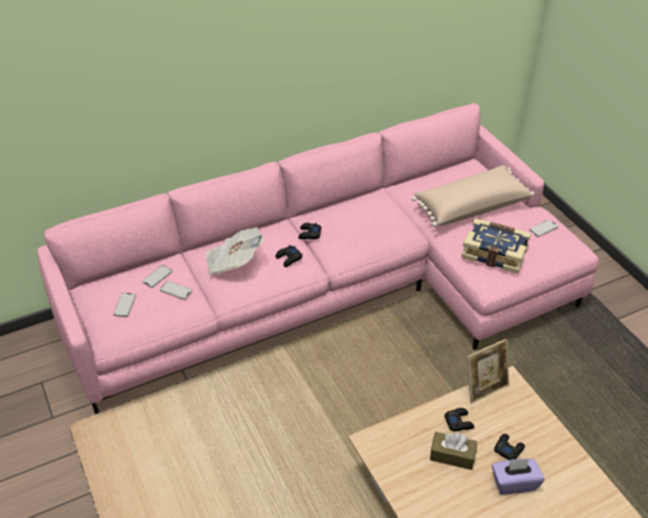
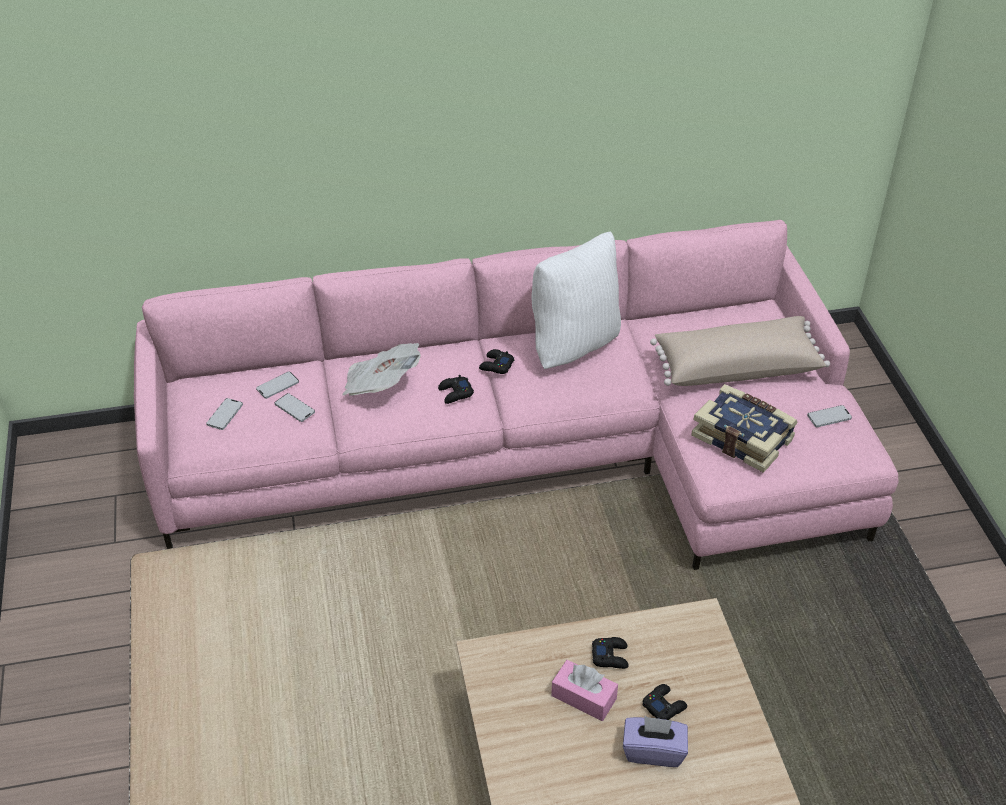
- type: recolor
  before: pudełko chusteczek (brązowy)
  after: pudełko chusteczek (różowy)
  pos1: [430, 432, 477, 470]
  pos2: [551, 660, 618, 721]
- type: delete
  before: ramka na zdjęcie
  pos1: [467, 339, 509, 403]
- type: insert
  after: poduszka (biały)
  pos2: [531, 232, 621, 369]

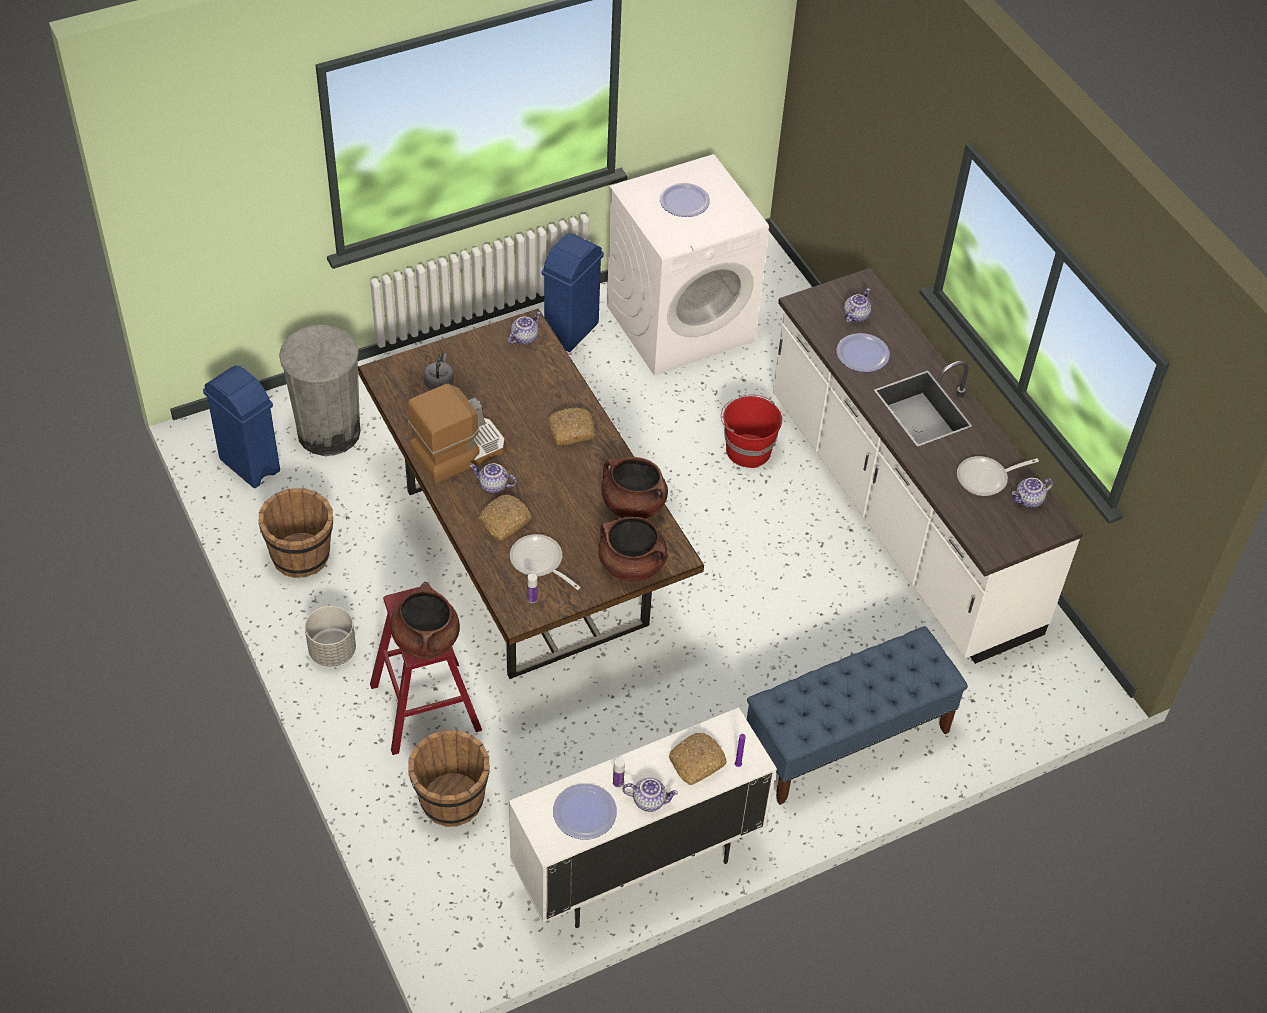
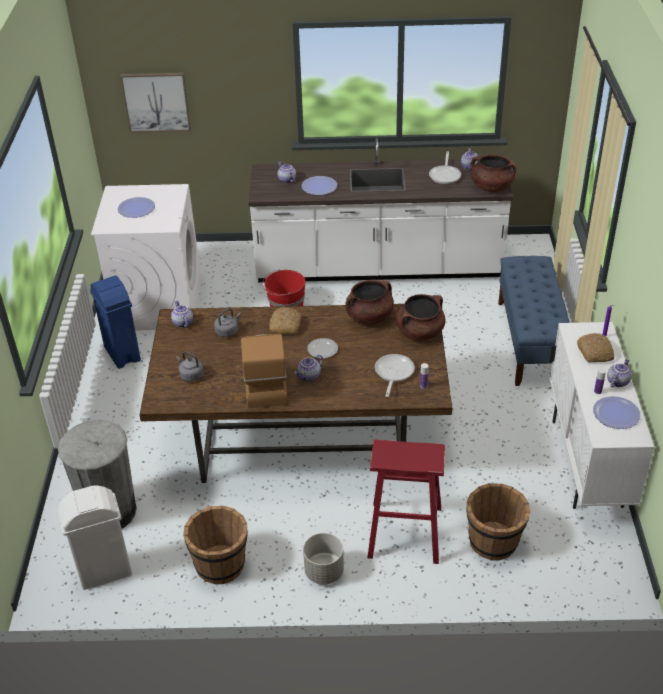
- type: recolor
  before: kosz na śmieci (niebieski)
  after: kosz na śmieci (biały)
  pos1: [203, 366, 280, 488]
  pos2: [58, 486, 132, 590]
- type: move
  before: garnek (brązowy)
  pos1: [390, 582, 460, 659]
  pos2: [471, 155, 516, 192]
- type: delete
  before: chleb
  pos1: [479, 495, 532, 540]
- type: rotate
  before: patelnia
  pos1: [510, 534, 581, 590]
  pos2: [375, 354, 415, 397]
  turn: 120
- type: insert
  after: obraz
  pos2: [120, 72, 191, 133]
- type: insert
  after: czajnik (szary)
  pos2: [214, 308, 241, 337]
- type: insert
  after: talerz
  pos2: [307, 338, 338, 358]

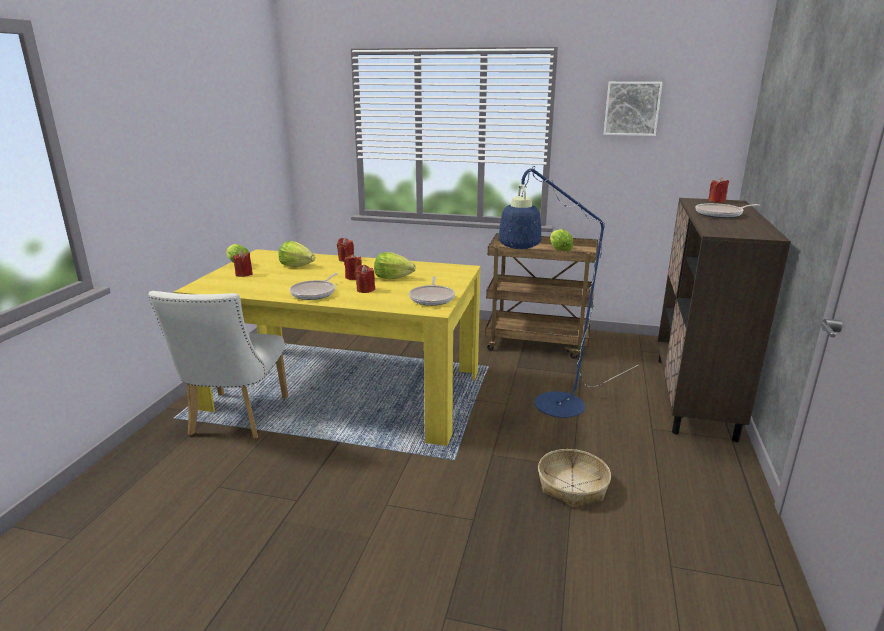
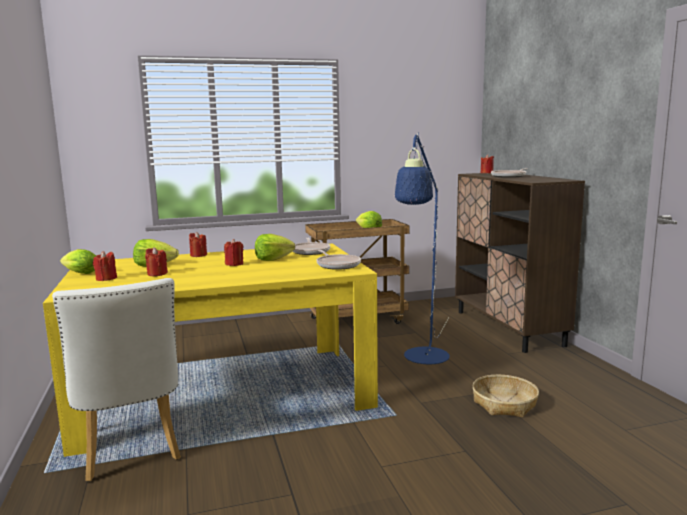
- type: move
  before: patelnia
  pos1: [290, 273, 338, 300]
  pos2: [293, 238, 330, 255]
- type: move
  before: świeca (czerwony)
  pos1: [355, 265, 375, 293]
  pos2: [145, 247, 168, 276]
- type: delete
  before: obraz
  pos1: [604, 82, 663, 136]

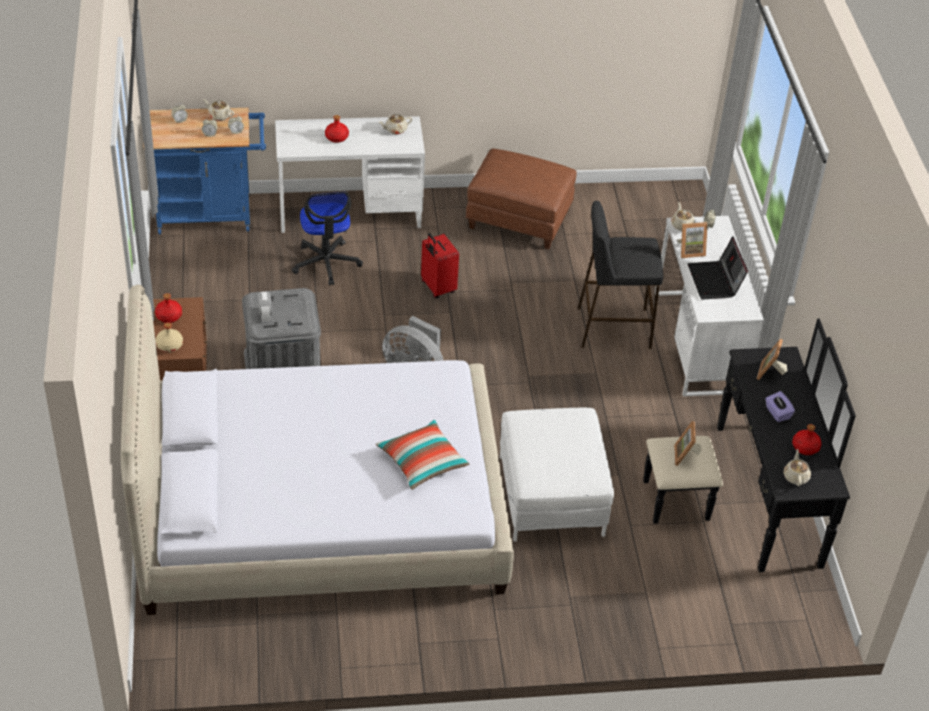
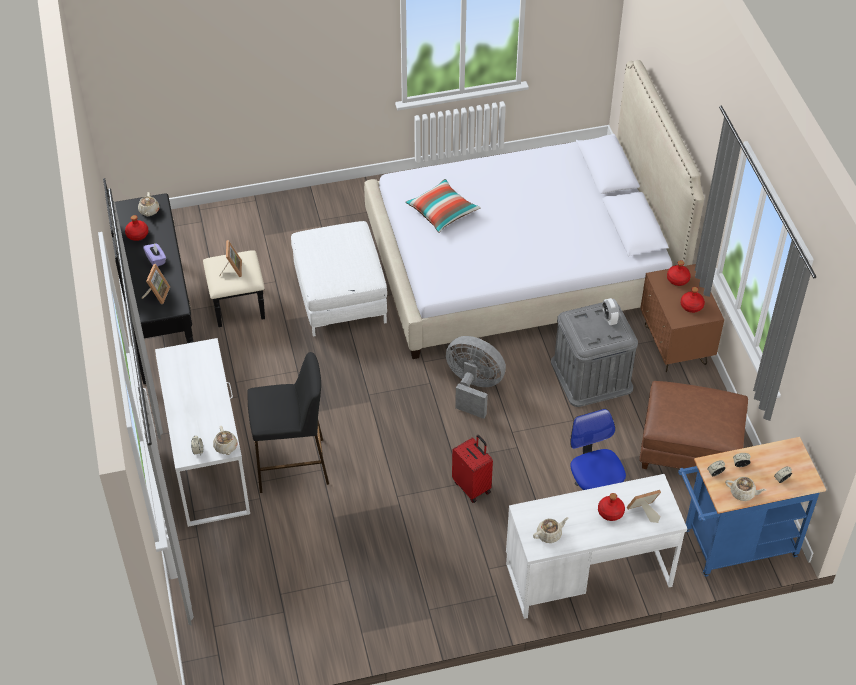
- type: recolor
  before: butelka (beżowy)
  after: butelka (czerwony)
  pos1: [156, 322, 183, 352]
  pos2: [667, 260, 691, 286]
- type: move
  before: pufa (brązowy)
  pos1: [465, 148, 577, 250]
  pos2: [639, 381, 748, 469]
- type: move
  before: ramka na zdjęcie
  pos1: [677, 222, 708, 258]
  pos2: [627, 490, 661, 523]
- type: delete
  before: laptop
  pos1: [688, 236, 748, 300]

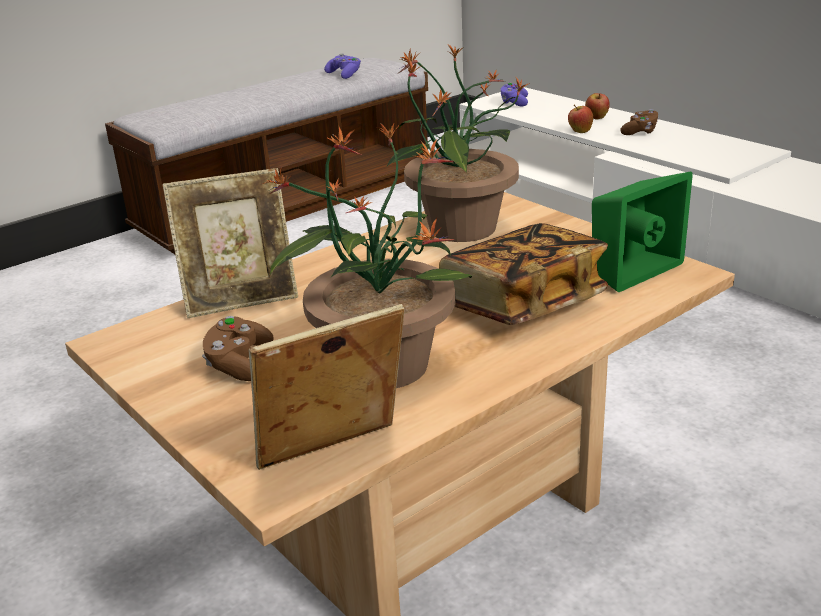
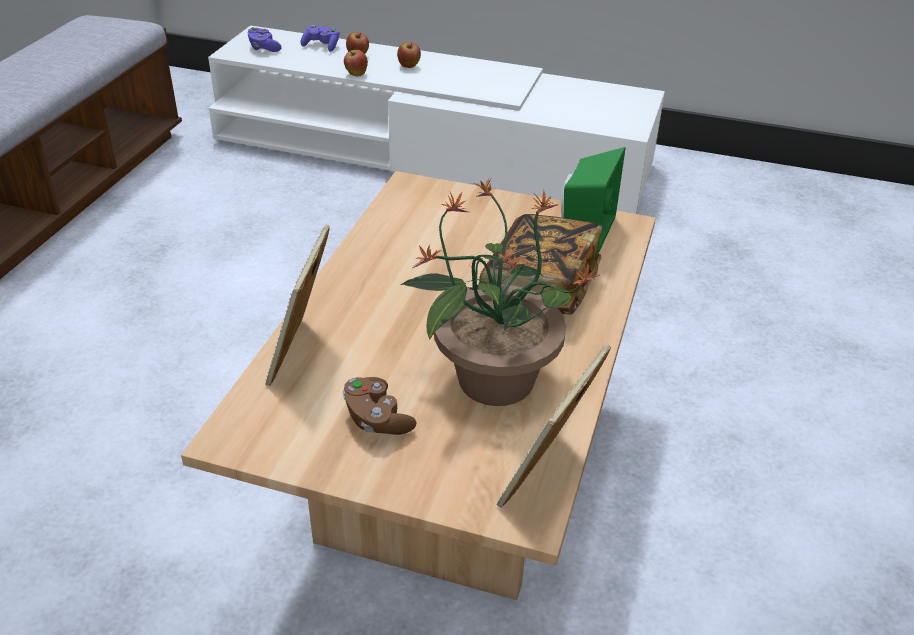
- type: rotate
  before: ramka na zdjęcie
  pos1: [163, 168, 298, 318]
  pos2: [266, 225, 330, 386]
  turn: 150
- type: move
  before: pad do gier (fioletowy)
  pos1: [324, 53, 361, 79]
  pos2: [300, 25, 339, 52]
- type: delete
  before: roślina doniczkowa
  pos1: [386, 44, 530, 242]
- type: replace
  before: pad do gier (brązowy)
  after: jabłko
  pos1: [620, 109, 659, 135]
  pos2: [397, 42, 421, 68]

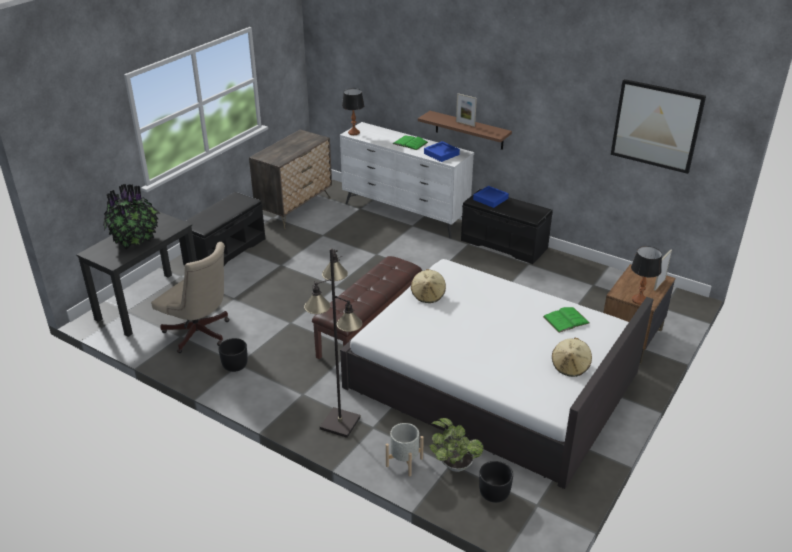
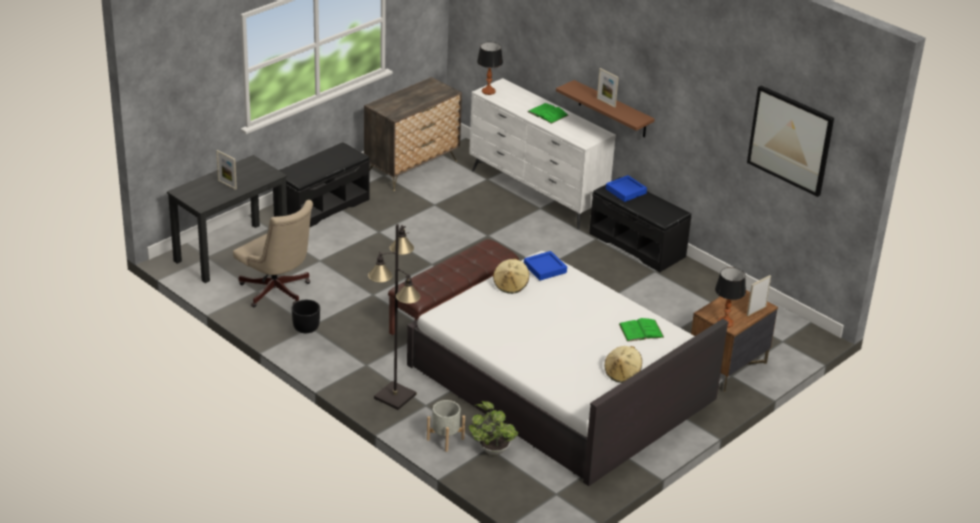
- type: replace
  before: roślina doniczkowa
  after: ramka na zdjęcie
  pos1: [103, 184, 160, 250]
  pos2: [216, 150, 237, 190]
- type: move
  before: taca (niebieski)
  pos1: [424, 141, 460, 162]
  pos2: [524, 251, 567, 281]
- type: delete
  before: donica (czarny)
  pos1: [479, 461, 513, 503]

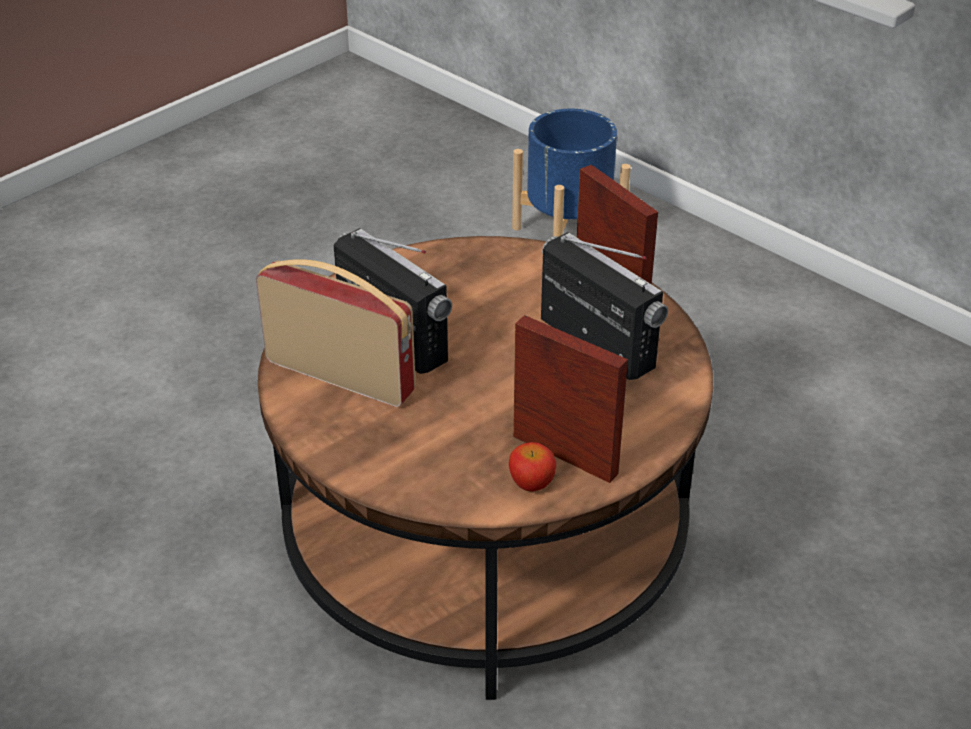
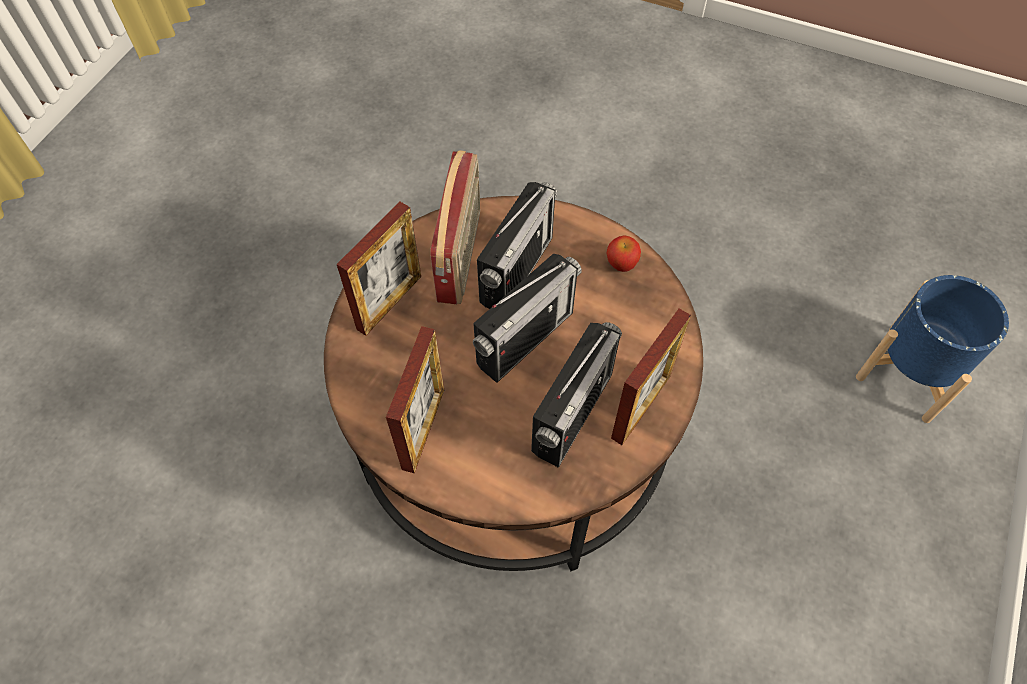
- type: move
  before: jabłko
  pos1: [509, 442, 556, 491]
  pos2: [607, 235, 641, 272]
- type: insert
  after: ramka na zdjęcie
  pos2: [337, 202, 421, 336]
- type: insert
  after: radio
  pos2: [473, 254, 582, 383]

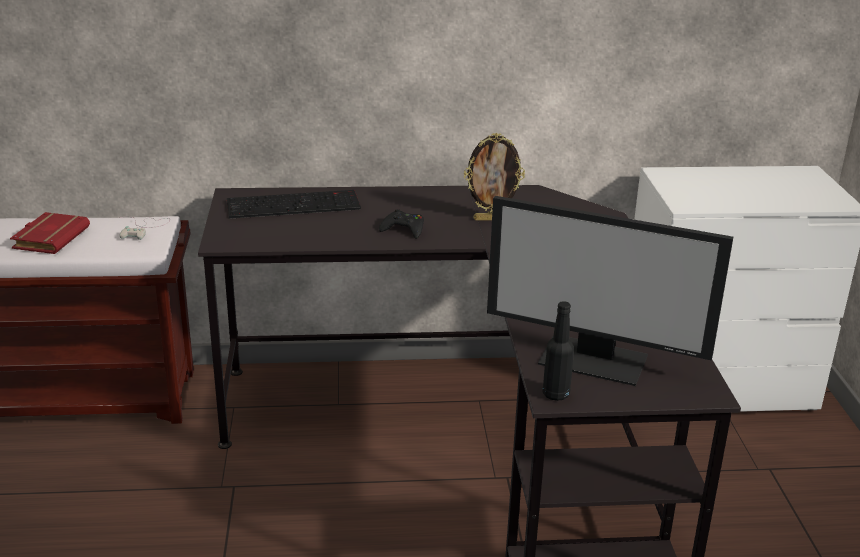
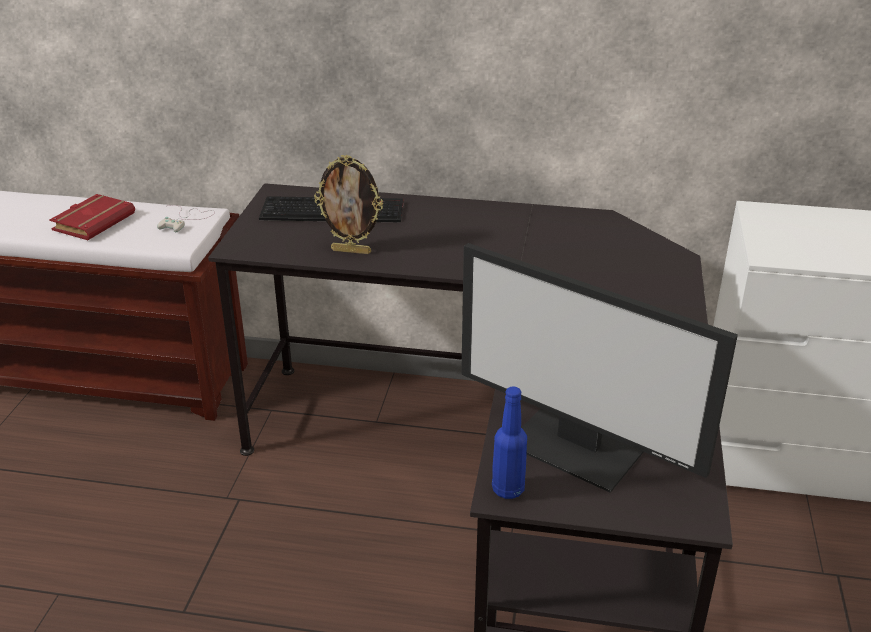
- type: delete
  before: pad do gier (czarny)
  pos1: [379, 209, 424, 239]
- type: move
  before: ramka na zdjęcie
  pos1: [464, 133, 525, 221]
  pos2: [314, 155, 383, 254]
- type: recolor
  before: butelka (czarny)
  after: butelka (niebieski)
  pos1: [543, 301, 574, 401]
  pos2: [492, 386, 527, 499]

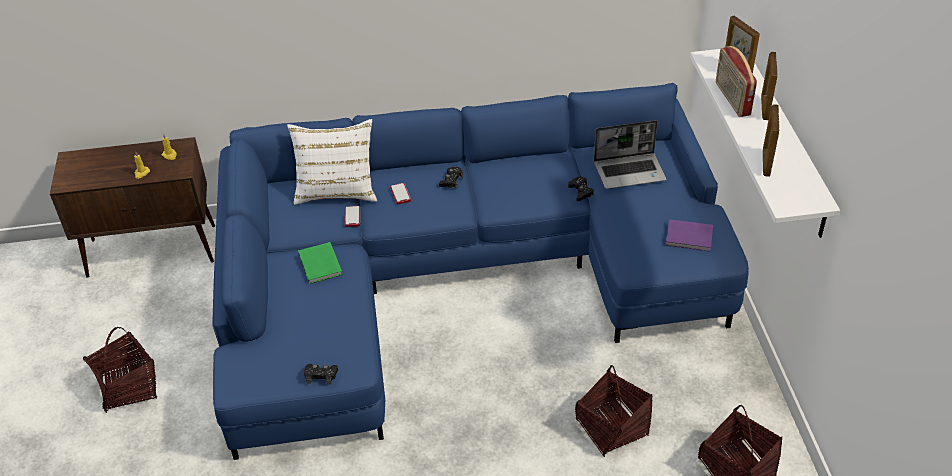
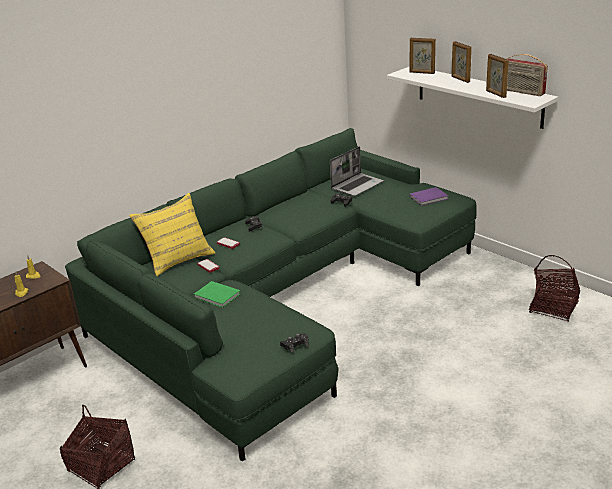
- type: recolor
  before: kanapa (niebieski)
  after: kanapa (zielony)
  pos1: [212, 83, 749, 460]
  pos2: [65, 128, 477, 462]
- type: recolor
  before: poduszka (biały)
  after: poduszka (żółty)
  pos1: [287, 119, 377, 205]
  pos2: [129, 193, 216, 276]
- type: delete
  before: koszyk
  pos1: [575, 365, 652, 457]
- type: move
  before: radio
  pos1: [716, 46, 757, 117]
  pos2: [507, 54, 548, 96]

